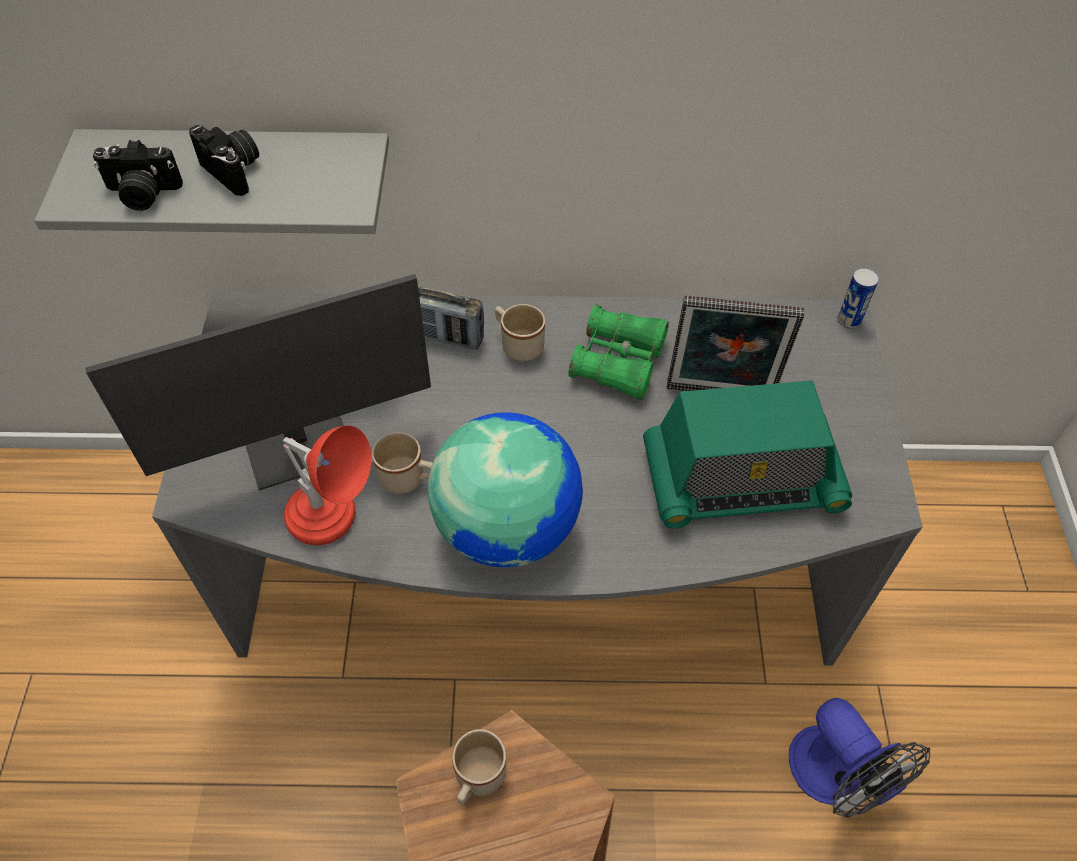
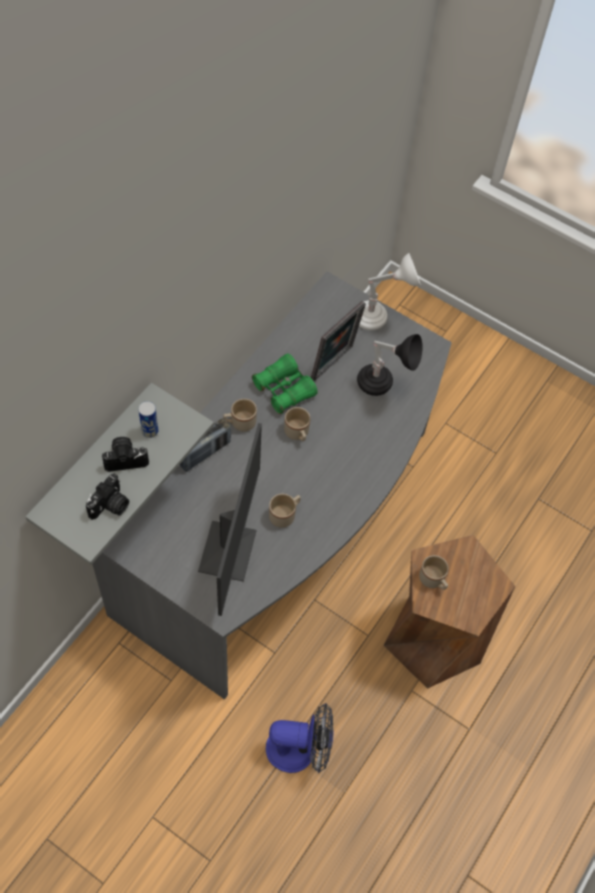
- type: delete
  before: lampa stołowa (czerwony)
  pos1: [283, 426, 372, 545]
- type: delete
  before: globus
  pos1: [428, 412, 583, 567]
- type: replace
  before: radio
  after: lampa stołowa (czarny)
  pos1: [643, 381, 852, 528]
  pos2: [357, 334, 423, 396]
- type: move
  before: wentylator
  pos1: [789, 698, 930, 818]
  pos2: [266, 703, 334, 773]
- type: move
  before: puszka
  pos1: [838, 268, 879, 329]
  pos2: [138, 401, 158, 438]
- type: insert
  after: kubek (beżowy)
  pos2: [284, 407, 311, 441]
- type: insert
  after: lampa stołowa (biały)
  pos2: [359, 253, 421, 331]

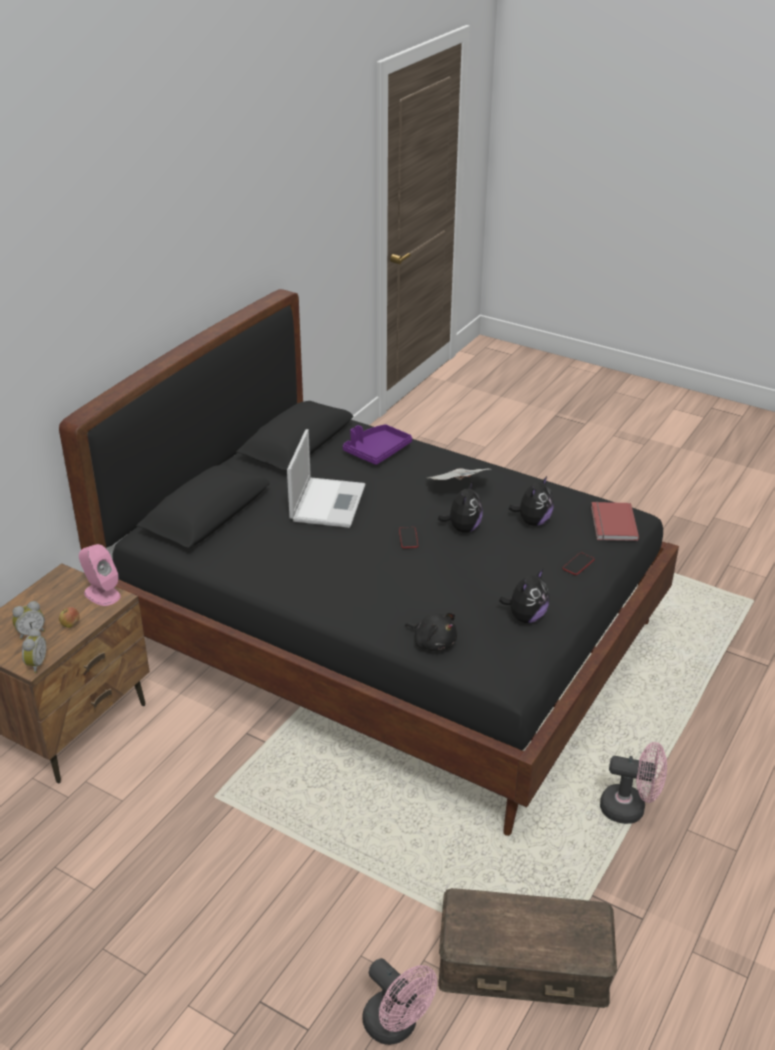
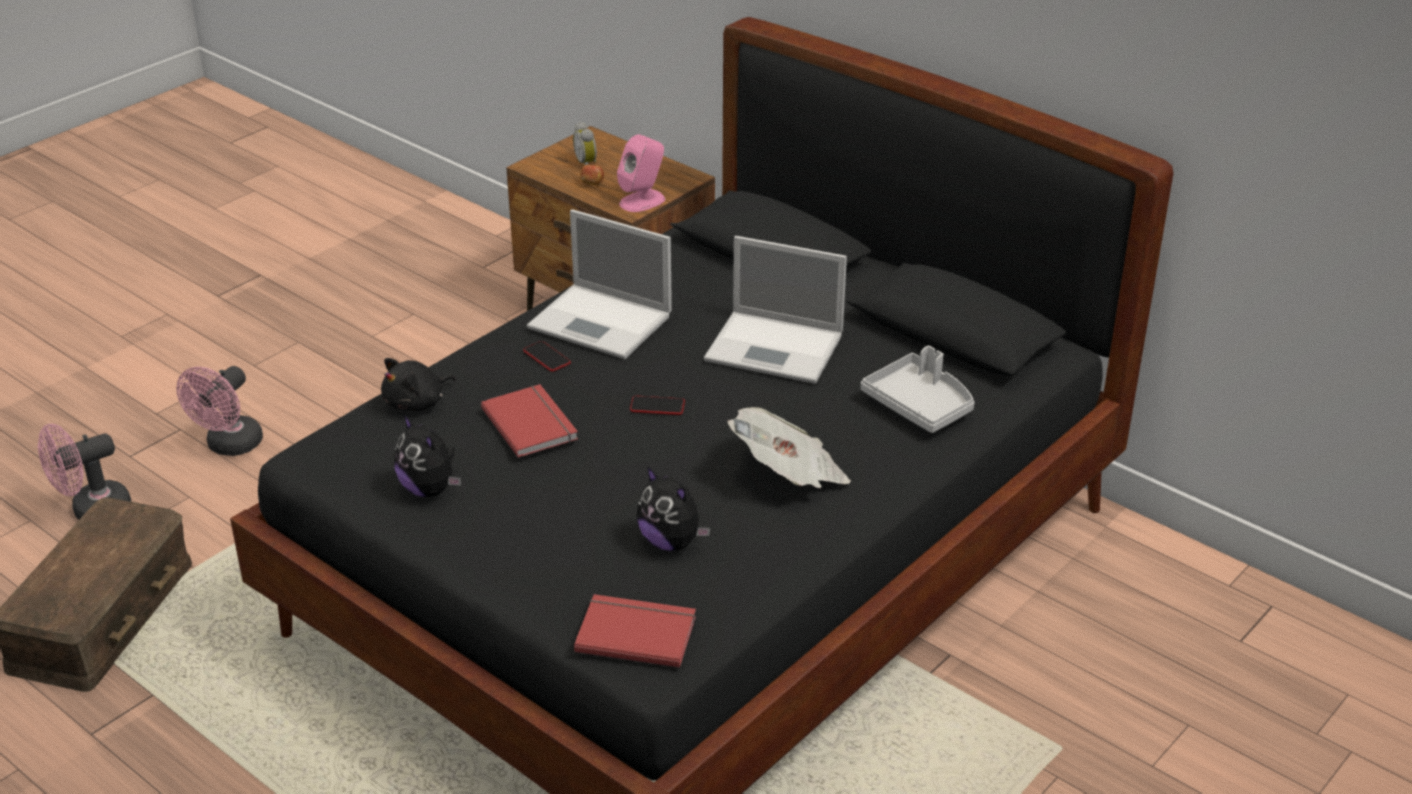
- type: delete
  before: budzik
  pos1: [22, 628, 46, 673]
- type: recolor
  before: taca (fioletowy)
  after: taca (szary)
  pos1: [343, 424, 412, 465]
  pos2: [861, 346, 974, 433]
- type: delete
  before: pluszak
  pos1: [438, 481, 483, 533]
- type: move
  before: telefon
  pos1: [563, 552, 595, 575]
  pos2: [523, 341, 571, 372]
- type: move
  before: wentylator (różowy)
  pos1: [600, 742, 667, 824]
  pos2: [176, 366, 263, 456]
- type: insert
  after: książka (czerwony)
  pos2: [481, 384, 578, 458]
- type: insert
  after: laptop
  pos2: [527, 209, 672, 359]

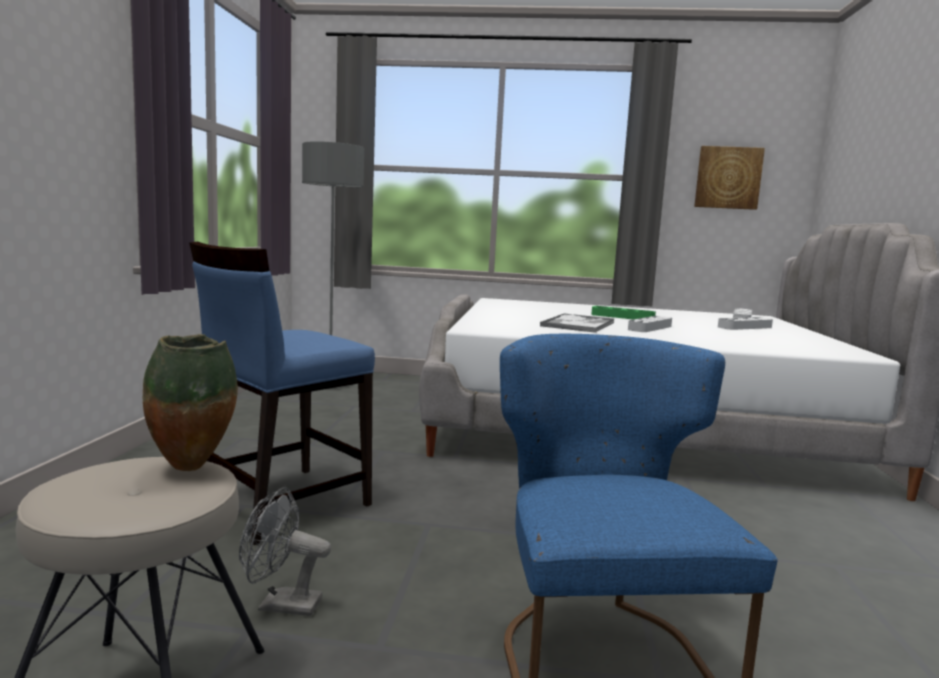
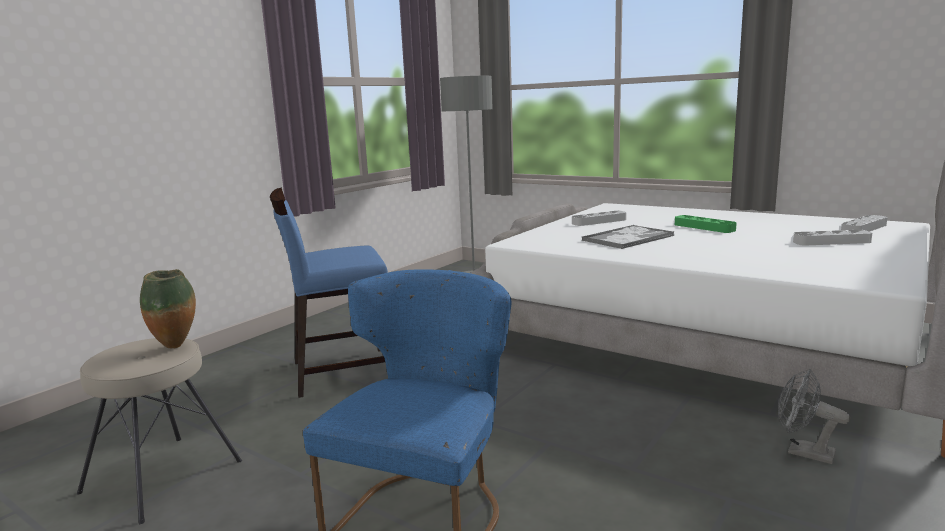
- type: move
  before: wentylator (szary)
  pos1: [239, 487, 331, 616]
  pos2: [778, 369, 851, 464]
- type: move
  before: taca (szary)
  pos1: [628, 316, 672, 332]
  pos2: [572, 211, 627, 226]
- type: delete
  before: obraz
  pos1: [694, 146, 765, 210]

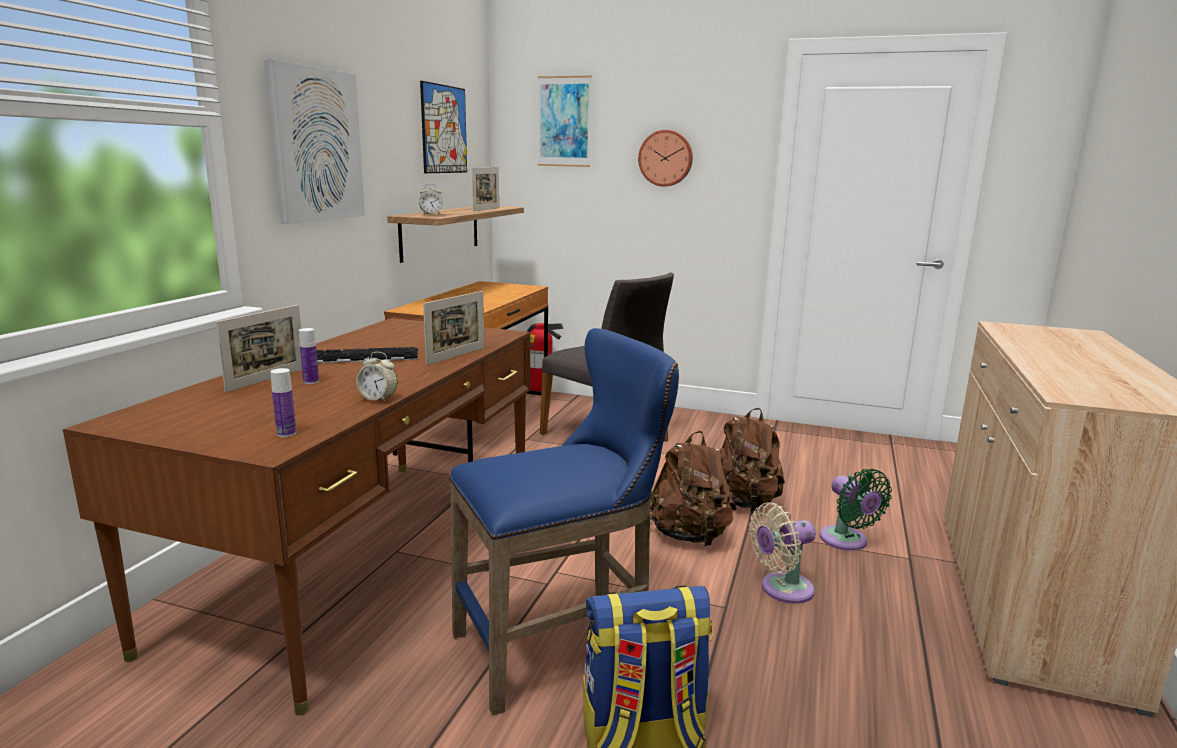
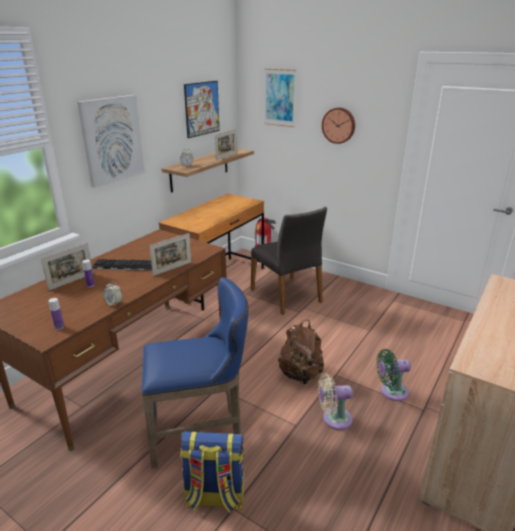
- type: delete
  before: plecak (brązowy)
  pos1: [719, 408, 785, 512]
- type: rotate
  before: wentylator (zielony)
  pos1: [820, 469, 892, 551]
  pos2: [376, 349, 411, 401]
  turn: 90

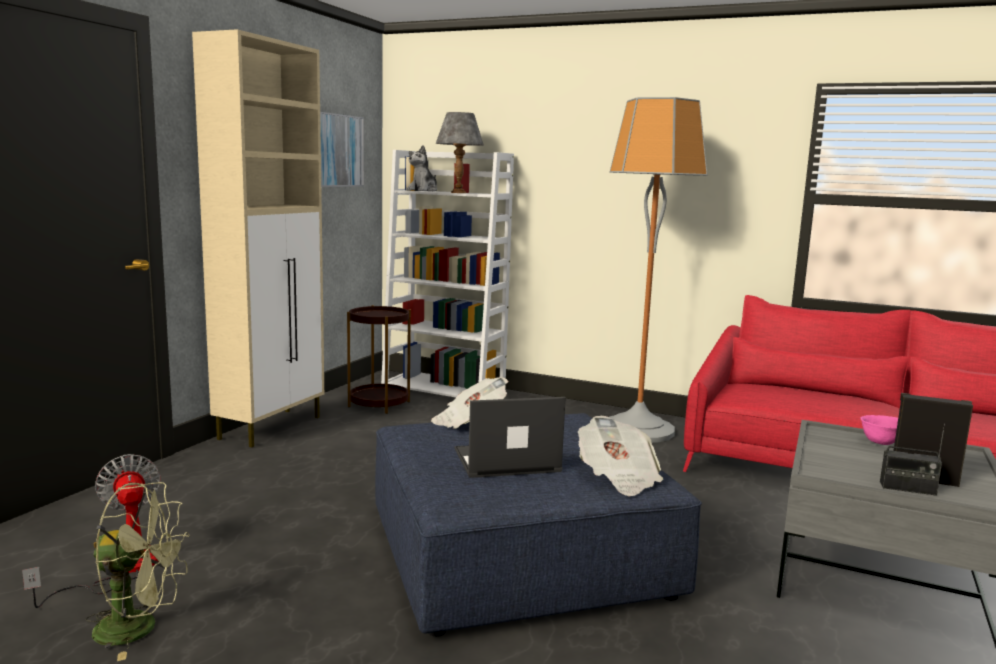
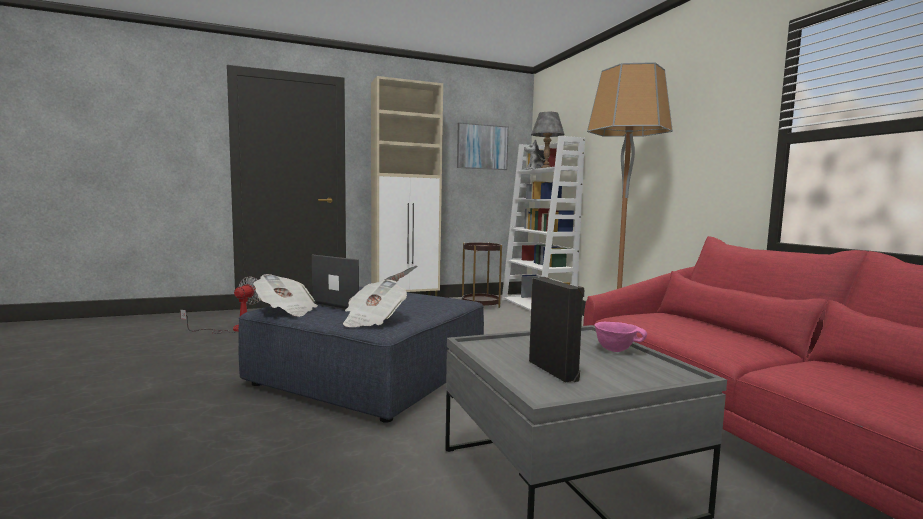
- type: delete
  before: wentylator (zielony)
  pos1: [86, 482, 190, 661]
- type: delete
  before: radio
  pos1: [880, 424, 945, 496]
- type: insert
  after: gazeta
  pos2: [253, 274, 318, 317]

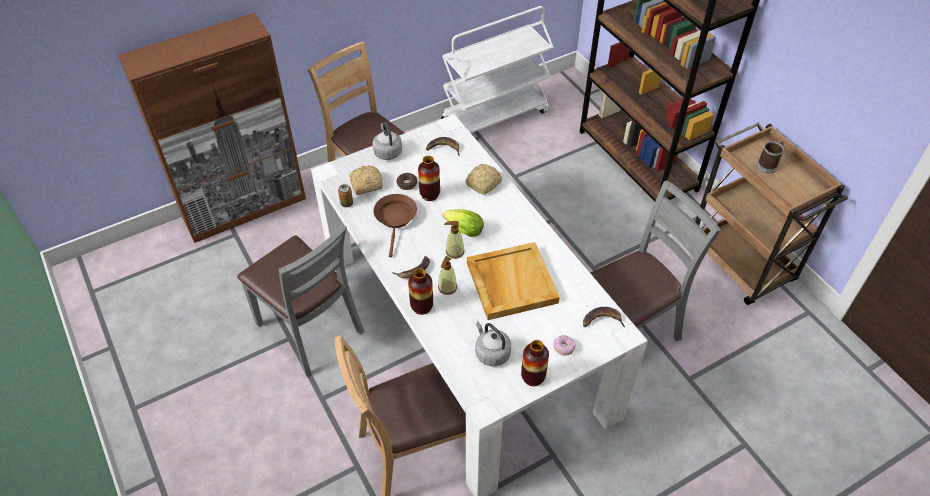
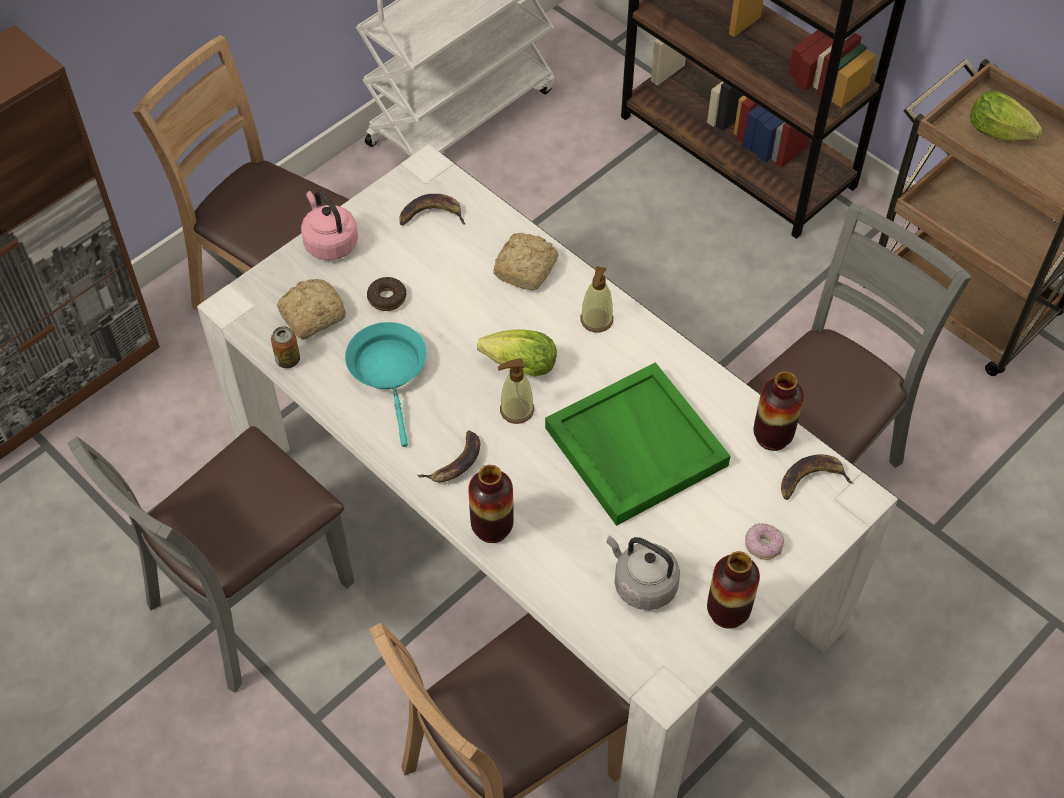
- type: rotate
  before: krzesło (szary)
  pos1: [237, 224, 364, 377]
  pos2: [68, 426, 354, 693]
  turn: 105
- type: recolor
  before: czajnik (szary)
  after: czajnik (różowy)
  pos1: [372, 122, 402, 160]
  pos2: [301, 190, 358, 260]
- type: recolor
  before: patelnia (brązowy)
  after: patelnia (turkusowy)
  pos1: [373, 194, 417, 257]
  pos2: [345, 322, 426, 447]
- type: move
  before: wazon
  pos1: [418, 156, 440, 201]
  pos2: [753, 371, 804, 451]
- type: move
  before: dozownik mydła
  pos1: [438, 256, 457, 295]
  pos2: [580, 266, 613, 333]
- type: recolor
  before: taca (beżowy)
  after: taca (zielony)
  pos1: [467, 242, 560, 320]
  pos2: [545, 362, 730, 526]
- type: replace
  before: kubek
  after: sałata
  pos1: [756, 141, 784, 173]
  pos2: [970, 91, 1043, 141]

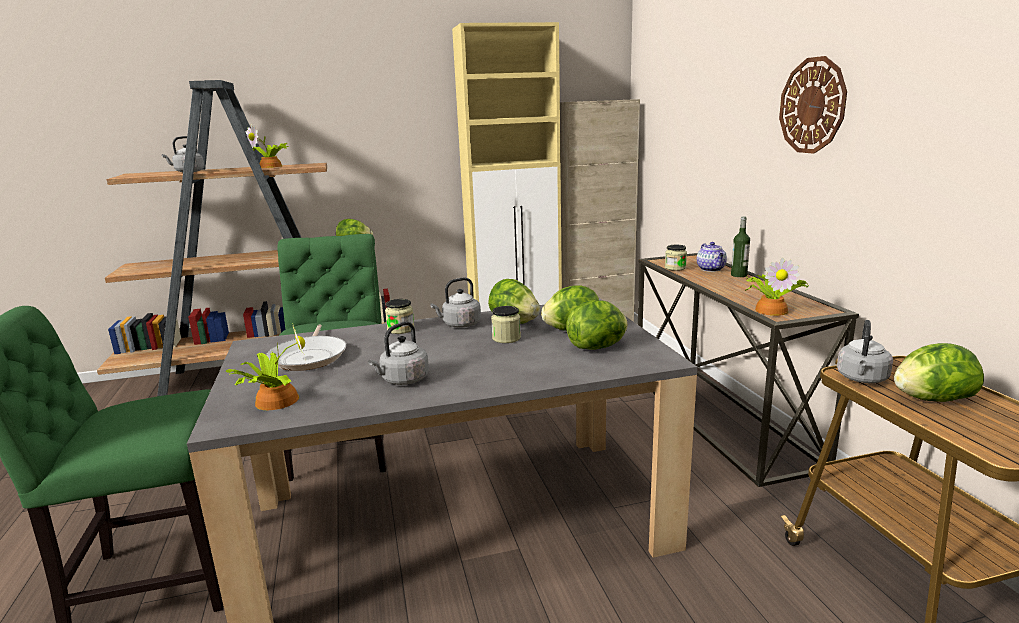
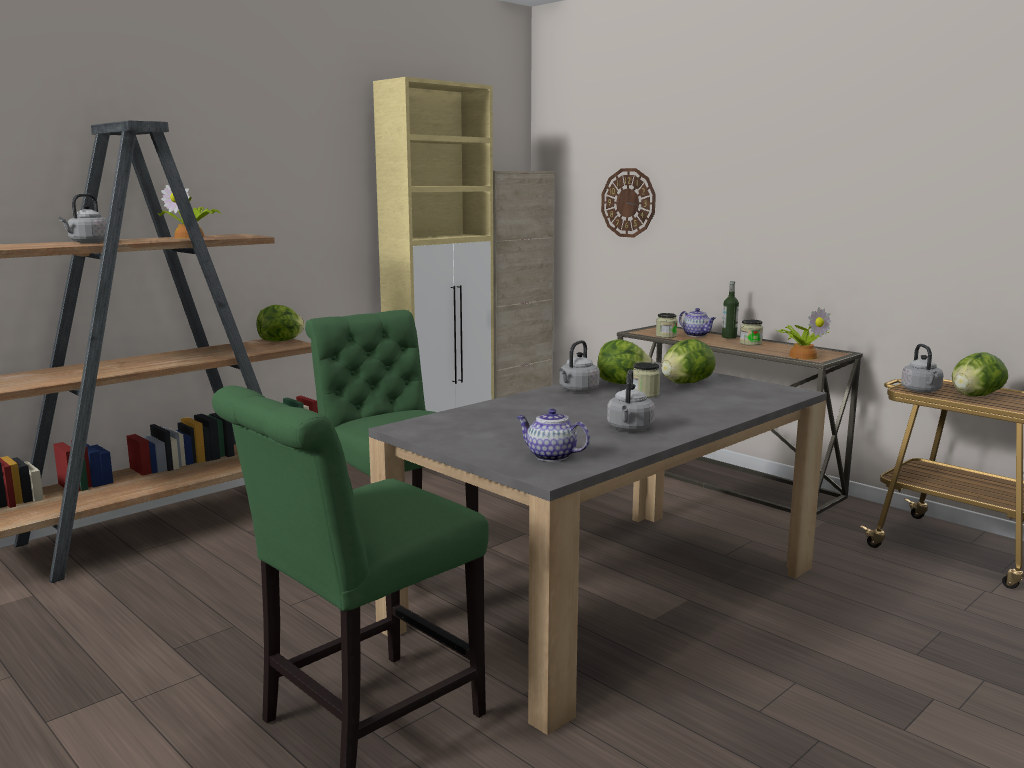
- type: replace
  before: roślina doniczkowa
  after: imbryk
  pos1: [225, 325, 307, 410]
  pos2: [516, 409, 590, 462]
- type: delete
  before: patelnia
  pos1: [266, 324, 346, 371]
- type: move
  before: słoik
  pos1: [385, 299, 414, 334]
  pos2: [740, 319, 763, 346]
- type: delete
  before: sałata
  pos1: [566, 300, 628, 349]
- type: move
  before: zegar ścienny
  pos1: [779, 56, 847, 154]
  pos2: [601, 168, 656, 237]

